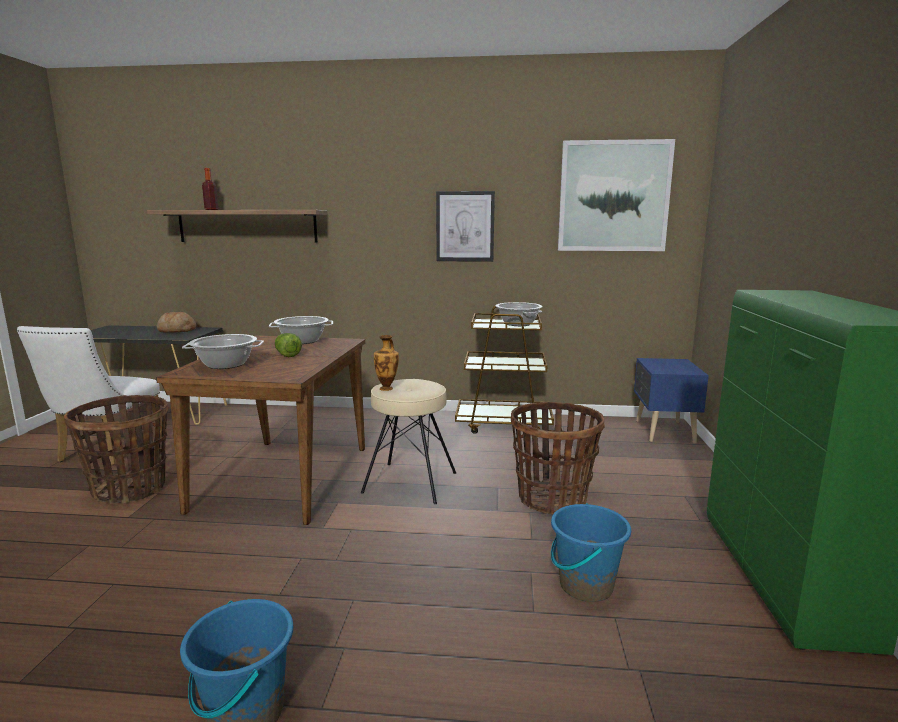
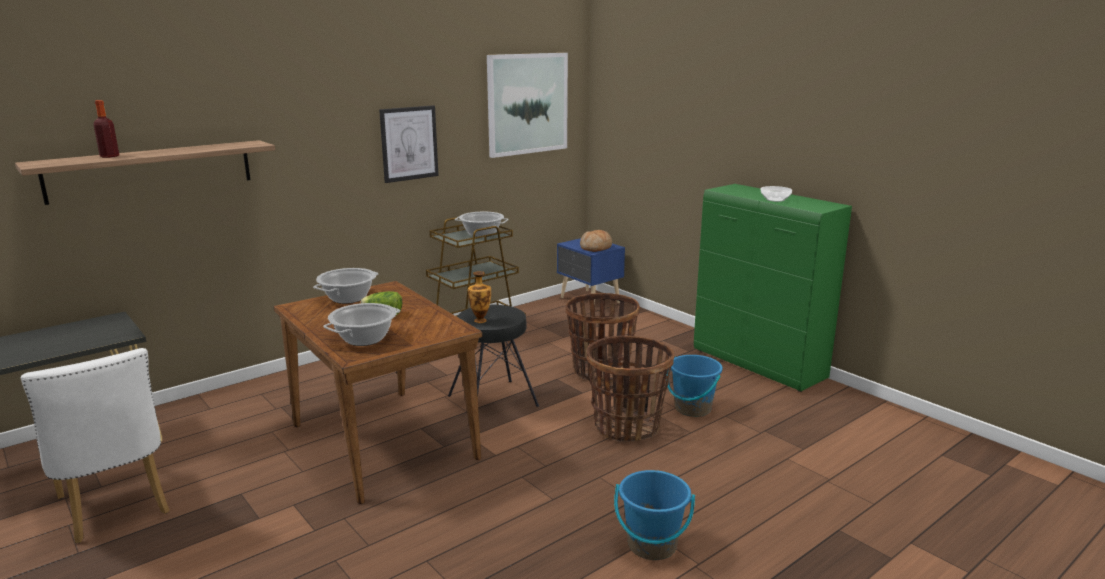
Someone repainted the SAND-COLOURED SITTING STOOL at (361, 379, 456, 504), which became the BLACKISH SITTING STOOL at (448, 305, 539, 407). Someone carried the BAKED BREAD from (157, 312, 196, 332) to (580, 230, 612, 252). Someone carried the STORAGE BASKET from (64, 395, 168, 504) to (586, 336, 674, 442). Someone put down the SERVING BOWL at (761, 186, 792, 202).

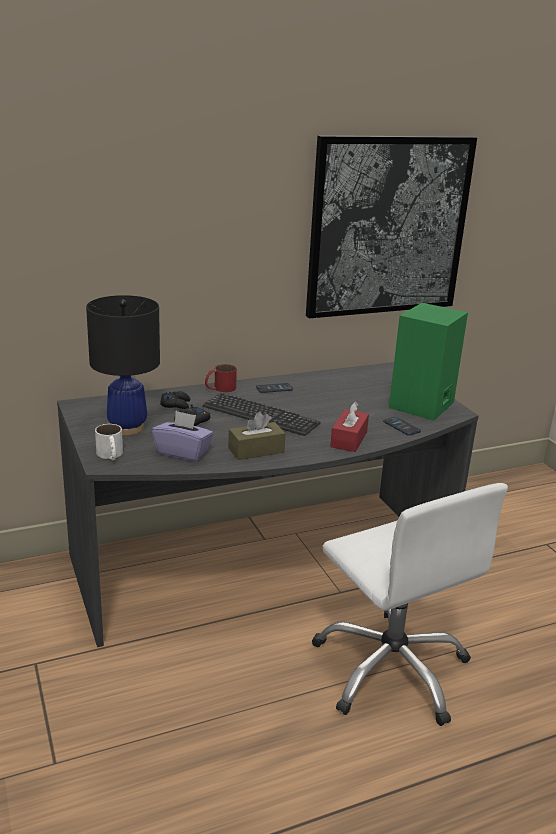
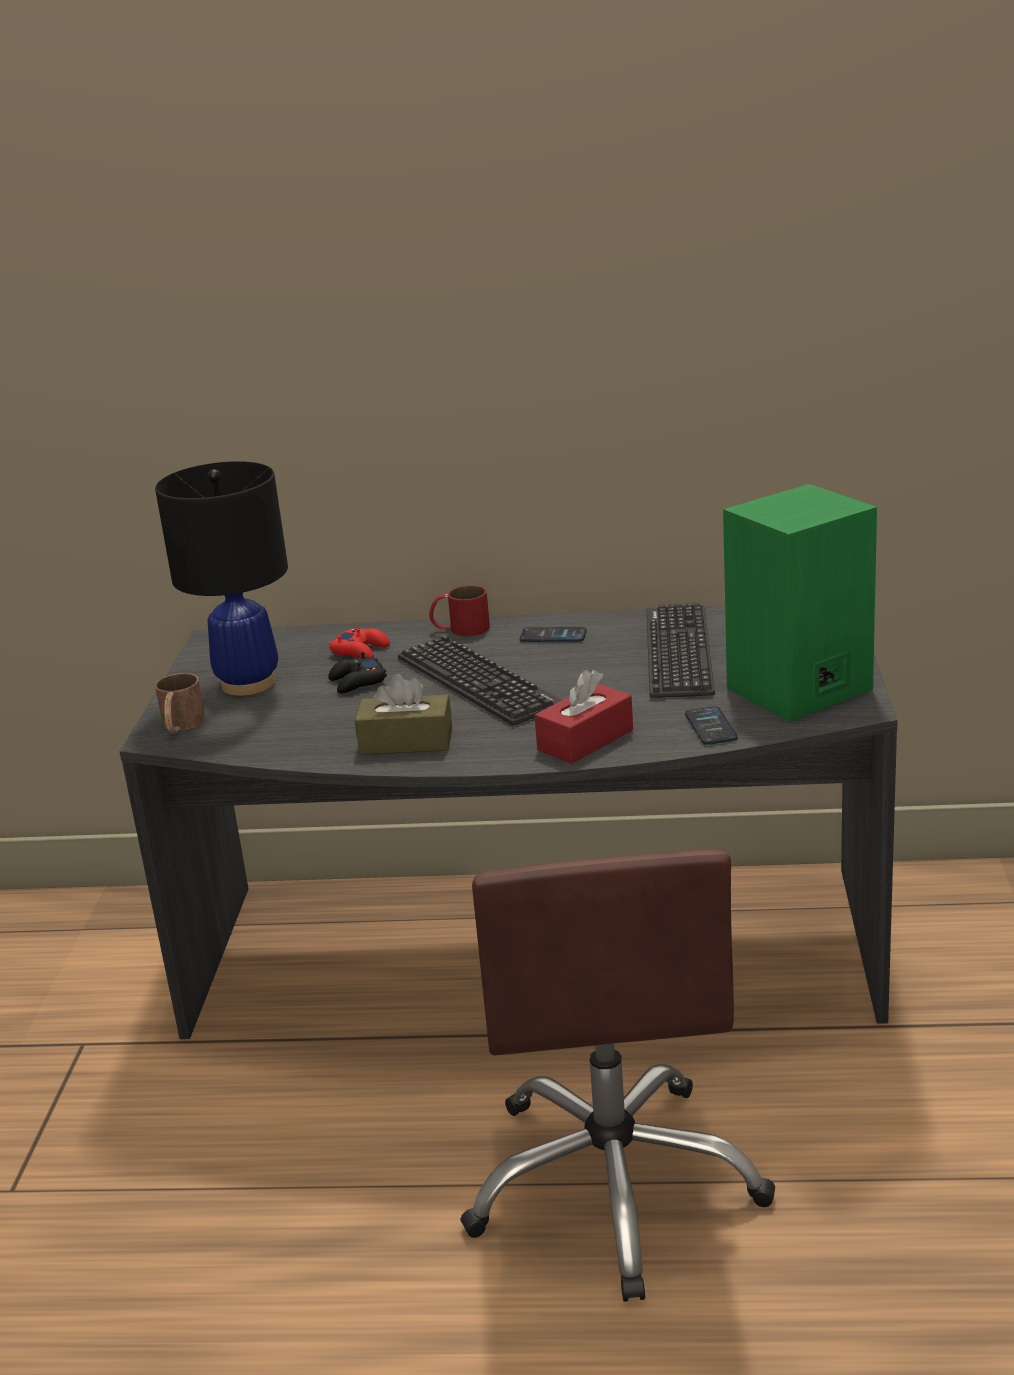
Someone repainted the WHITE-COLOURED COFFEE MUG at (95, 424, 123, 460), which became the BROWN-COLOURED COFFEE MUG at (155, 673, 205, 733). Someone repainted the BLACKISH JOYPAD at (160, 391, 190, 409), which became the RED-COLOURED JOYPAD at (329, 628, 390, 658). Someone repainted the WHITE-COLOURED DESK CHAIR at (312, 483, 508, 726), which became the BROWN-COLOURED DESK CHAIR at (460, 849, 775, 1302). Someone put down the COMPUTER KEYBOARD at (647, 603, 715, 698). Someone took away the PURPLISH TISSUE HOLDER at (152, 411, 213, 461). Someone took away the WALL ART at (306, 135, 477, 319).

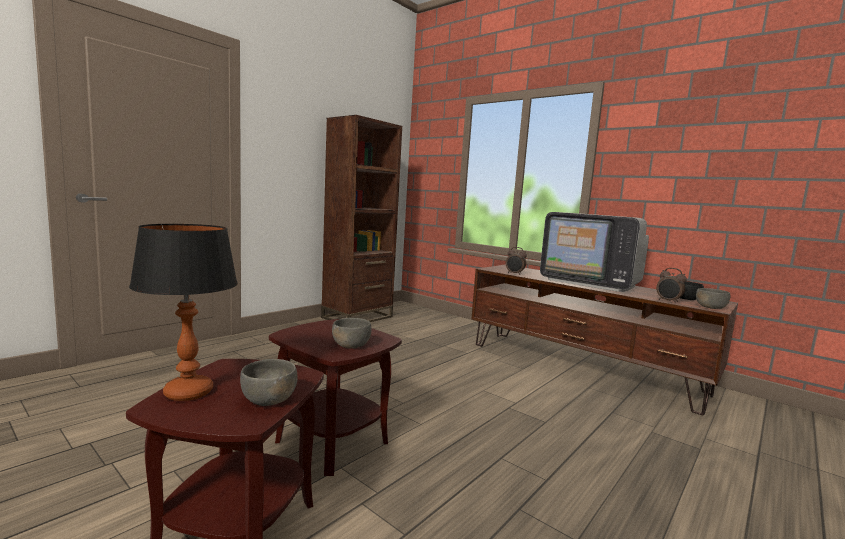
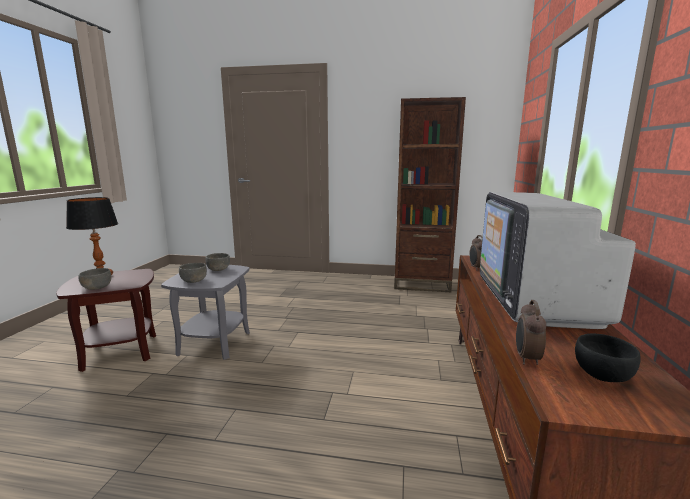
Someone repainted the BROWN-COLOURED SIDE TABLE at (269, 319, 402, 476), which became the GRAY SIDE TABLE at (161, 264, 250, 360). Someone carried the GRAY SERVING BOWL from (696, 288, 730, 309) to (205, 253, 230, 271).

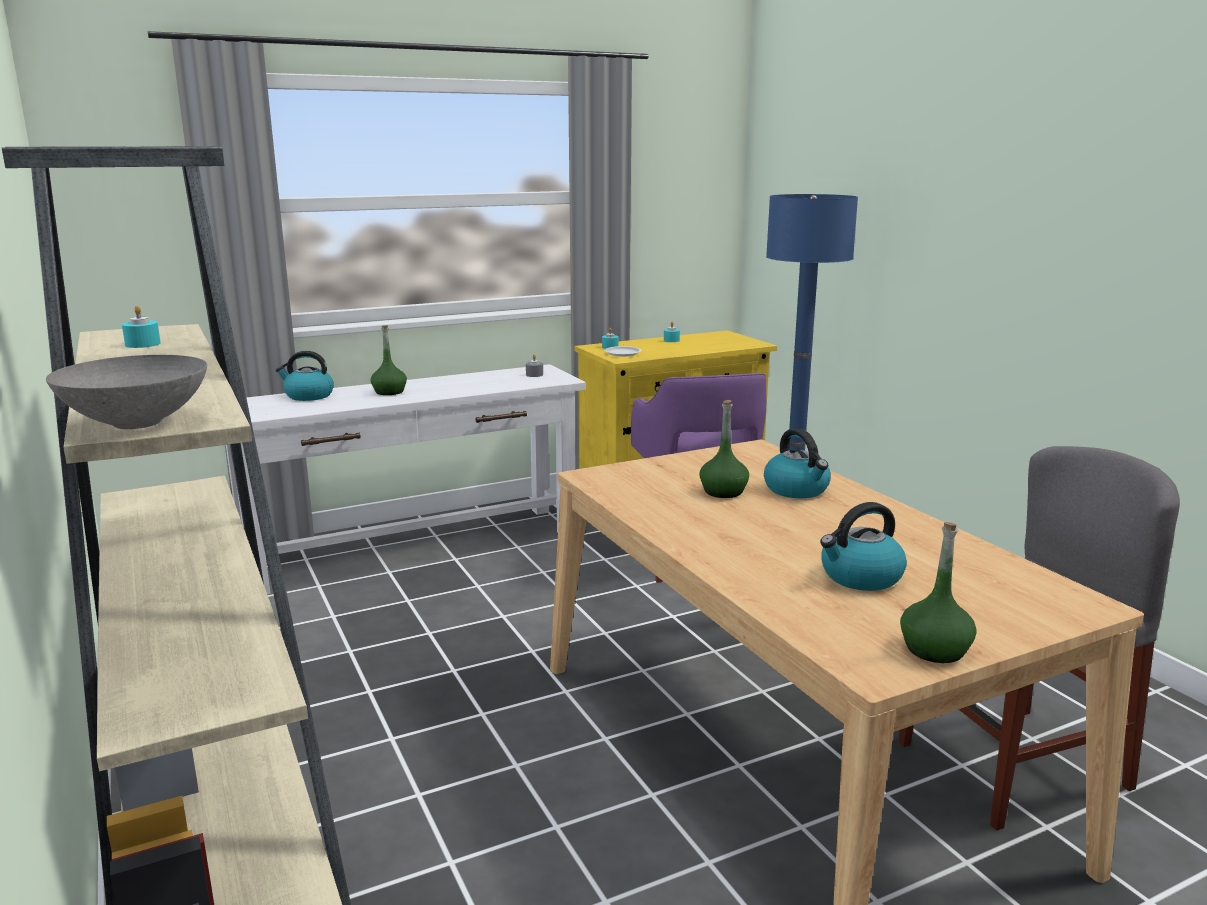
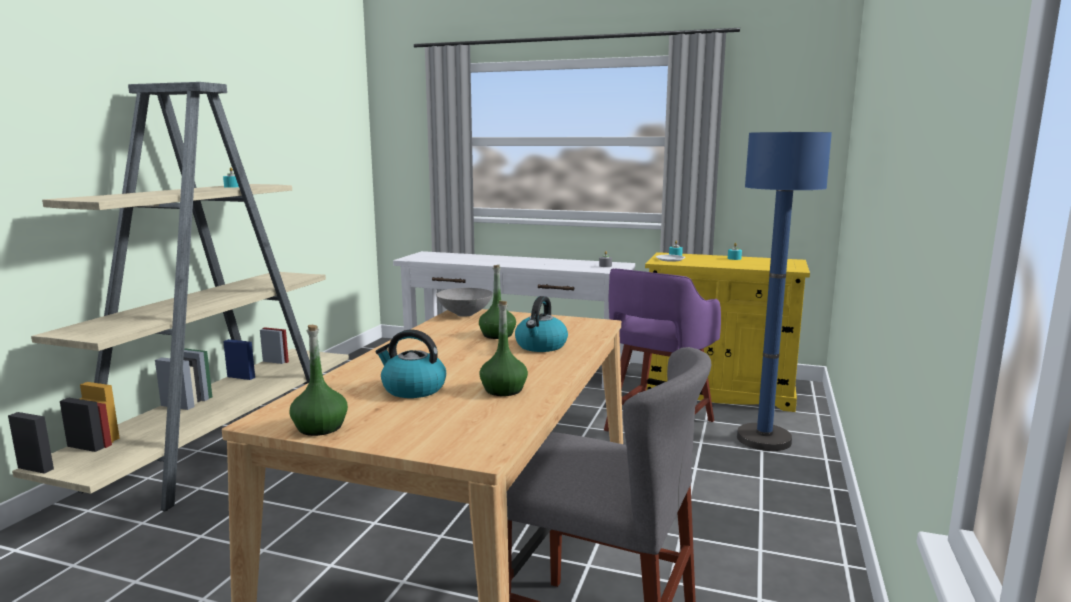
Someone carried the GRAY SERVING BOWL from (46, 355, 207, 429) to (436, 288, 493, 317). Someone carried the GREEN BOTTLE from (371, 326, 407, 395) to (479, 301, 528, 396). Someone took away the WATER KETTLE at (276, 351, 334, 401).

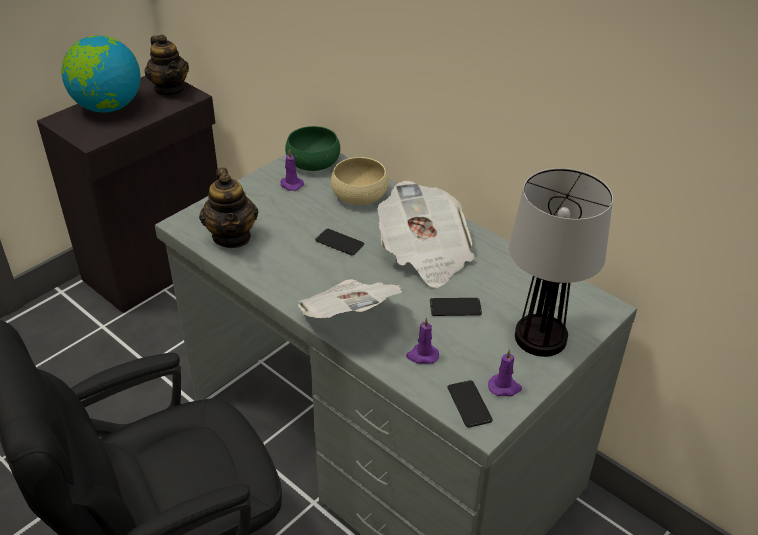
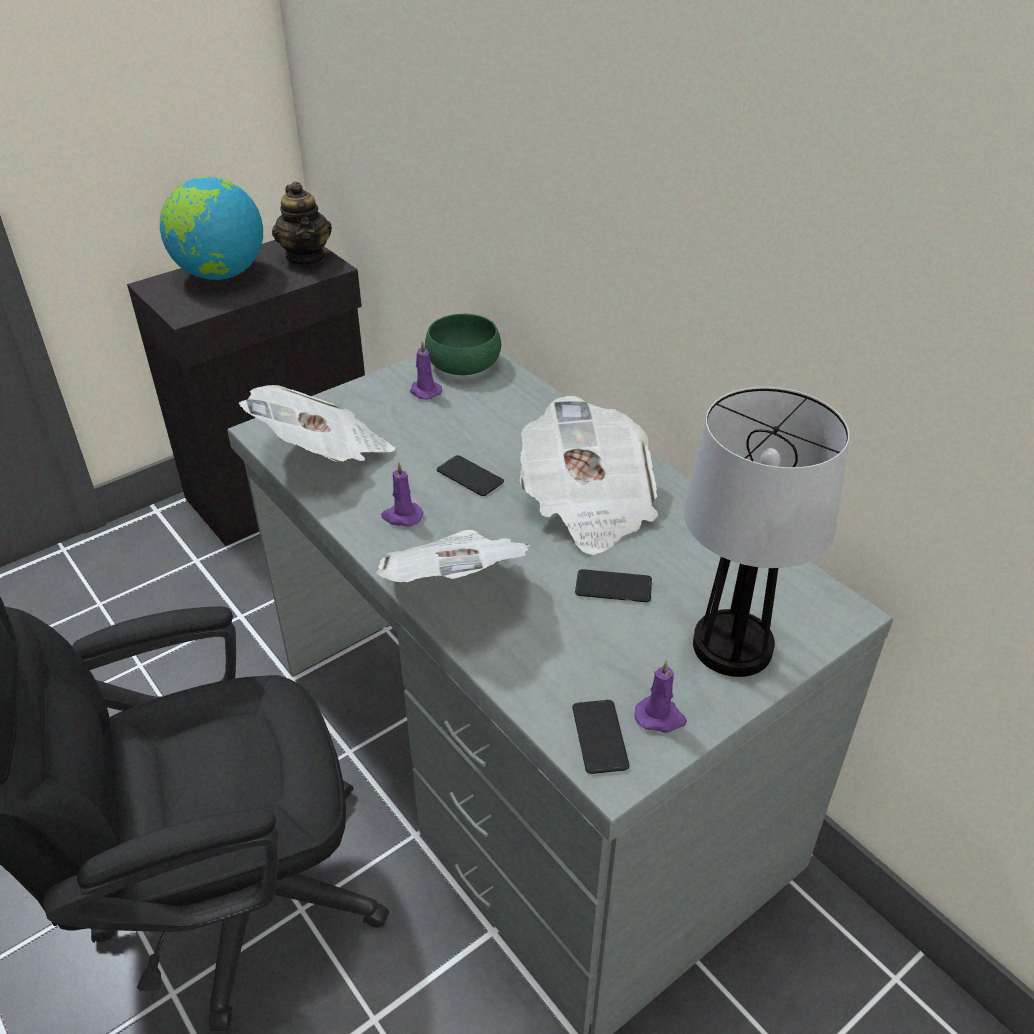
Someone swapped the TEA POT at (199, 168, 258, 248) for the DAILY PAPER at (239, 385, 395, 462). Someone carried the PURPLISH WAX CANDLE from (406, 317, 439, 364) to (381, 462, 423, 527). Someone took away the SAND-COLOURED SERVING BOWL at (331, 157, 388, 205).

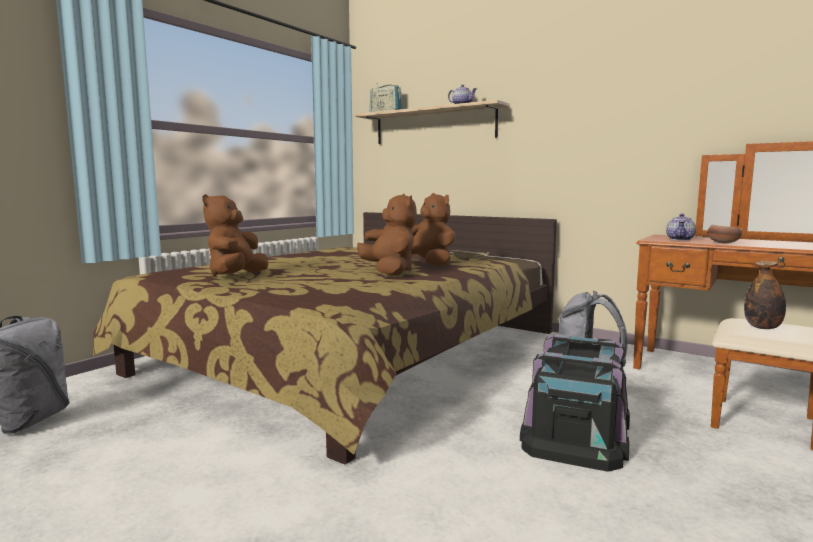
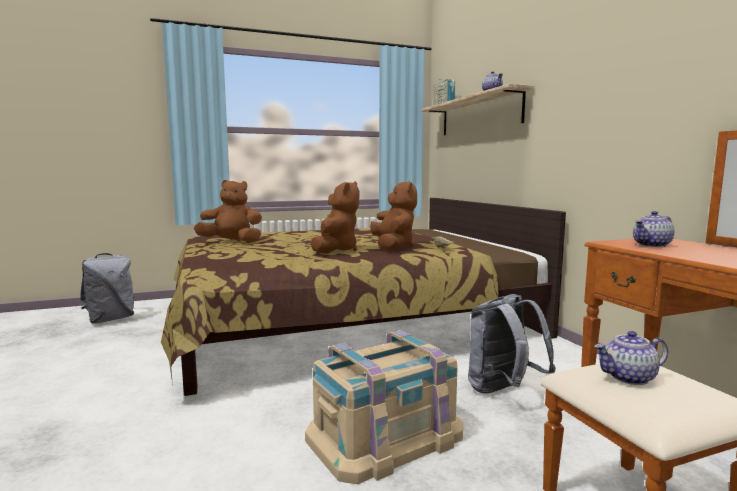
Someone rotated the BROWN-COLOURED SOFT TOY at (202, 194, 269, 276) by 45 degrees clockwise. Someone repainted the BLACKISH STORAGE BOX at (520, 334, 630, 472), which became the SAND-COLOURED STORAGE BOX at (305, 330, 463, 484). Someone swapped the BOTTLE at (744, 260, 786, 329) for the TEA POT at (594, 331, 668, 385). Someone took away the SERVING BOWL at (707, 225, 742, 243).

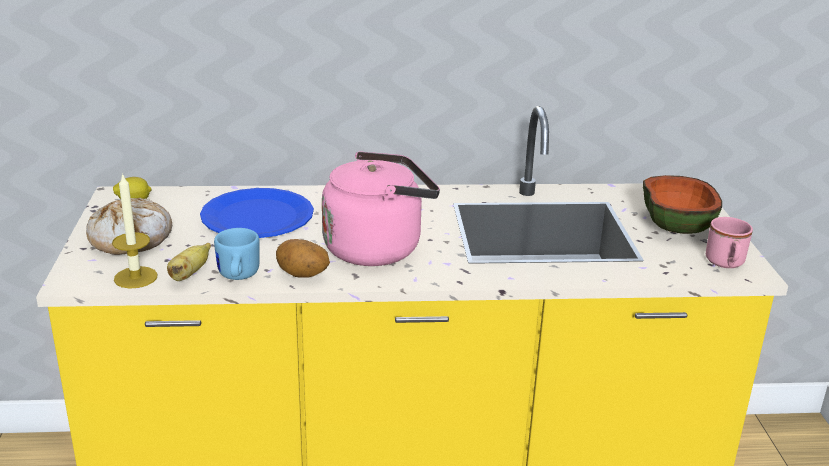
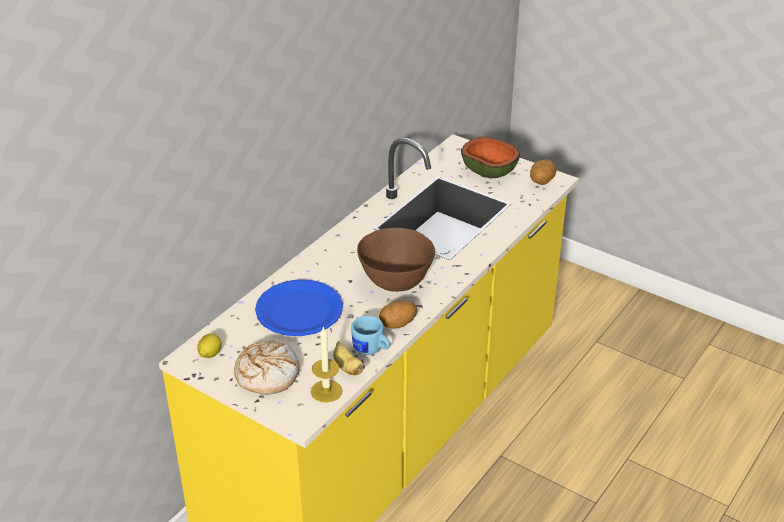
Someone swapped the PINK WATER KETTLE at (322, 151, 440, 266) for the BROWN-COLOURED SERVING BOWL at (357, 227, 435, 292). Someone swapped the PINK COFFEE MUG at (706, 217, 753, 268) for the WHOLE POTATO at (530, 159, 556, 185).

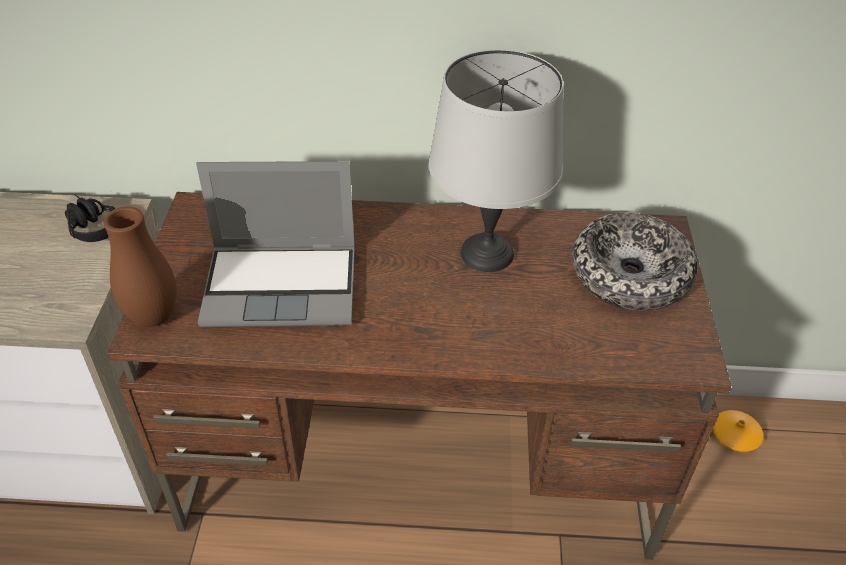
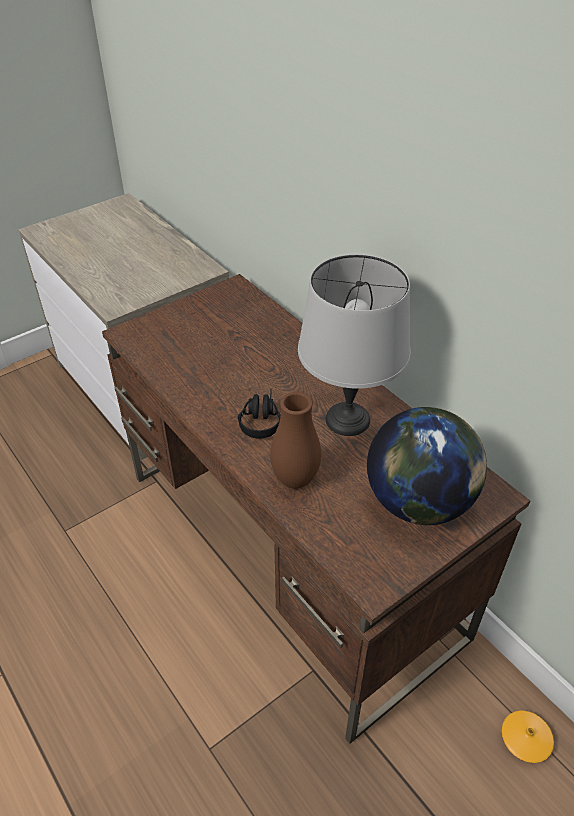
Someone carried the BLACKISH HEADSET from (65, 194, 115, 242) to (238, 388, 281, 439). Someone carried the BROWN-COLOURED VASE from (103, 207, 177, 327) to (270, 392, 321, 489). Someone swapped the SERVING BOWL at (572, 212, 697, 311) for the DESK GLOBE at (367, 407, 487, 525). Someone took away the LAPTOP at (196, 161, 355, 327).

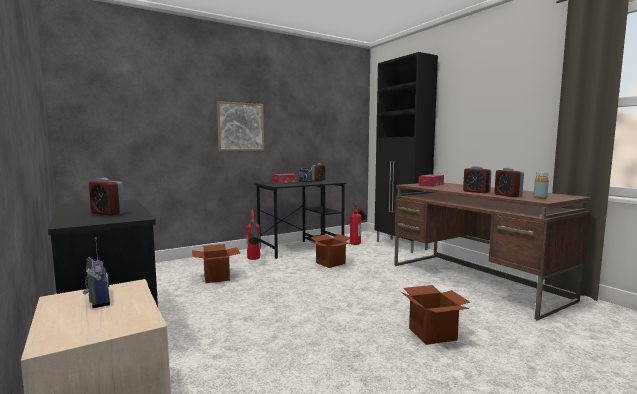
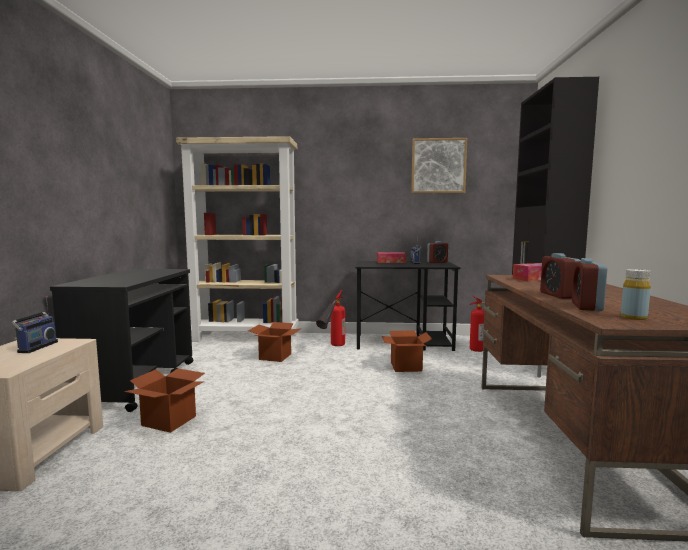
Someone carried the PACKING BOX from (401, 285, 470, 345) to (124, 368, 205, 433). Someone put down the SAND-COLOURED BOOKSHELF at (176, 136, 298, 343). Someone carried the WALL ART from (217, 101, 264, 151) to (411, 138, 467, 193). Someone took away the TABLE CLOCK at (89, 178, 125, 216).

